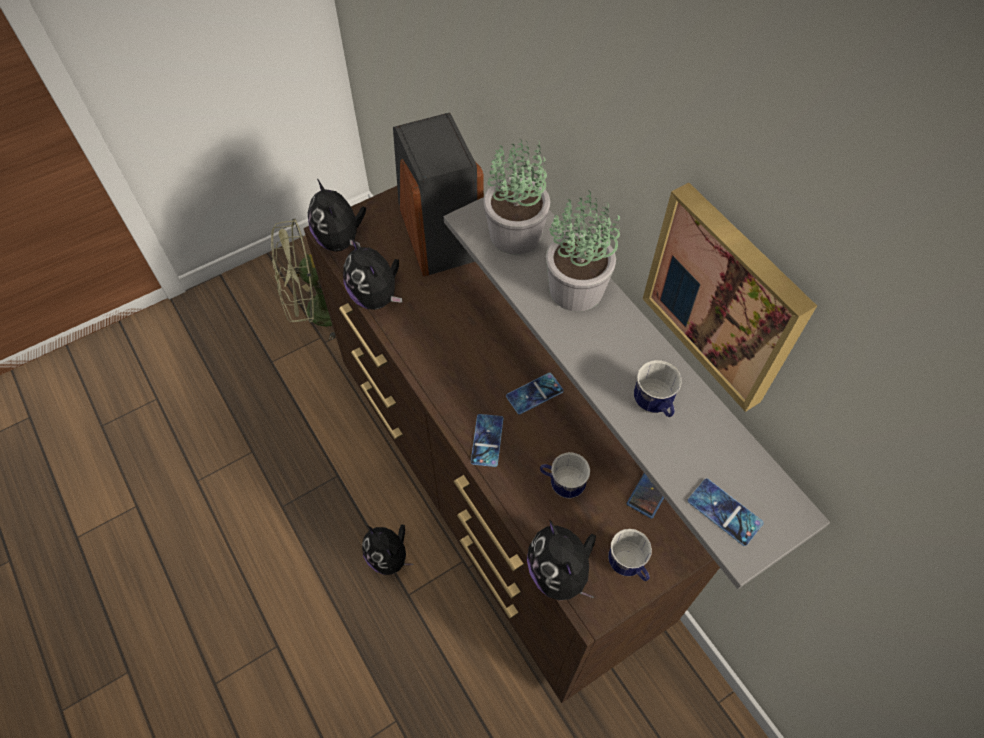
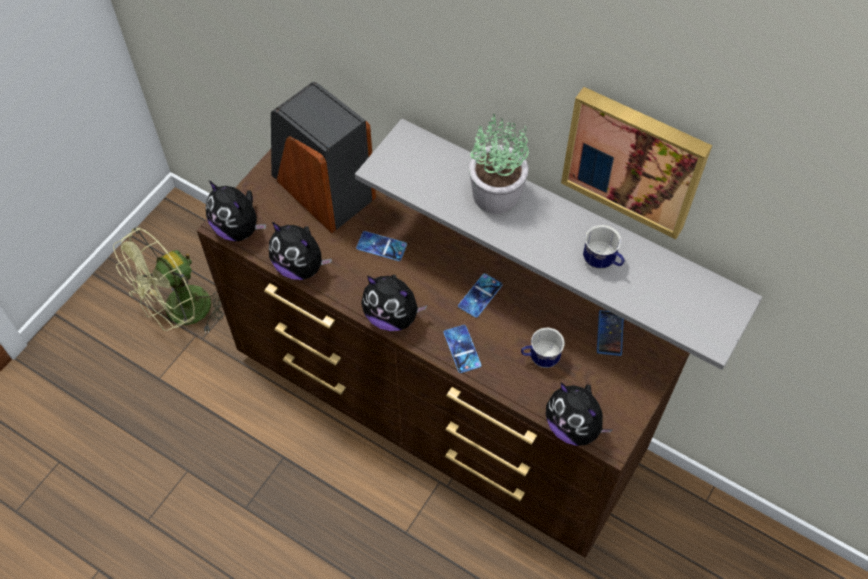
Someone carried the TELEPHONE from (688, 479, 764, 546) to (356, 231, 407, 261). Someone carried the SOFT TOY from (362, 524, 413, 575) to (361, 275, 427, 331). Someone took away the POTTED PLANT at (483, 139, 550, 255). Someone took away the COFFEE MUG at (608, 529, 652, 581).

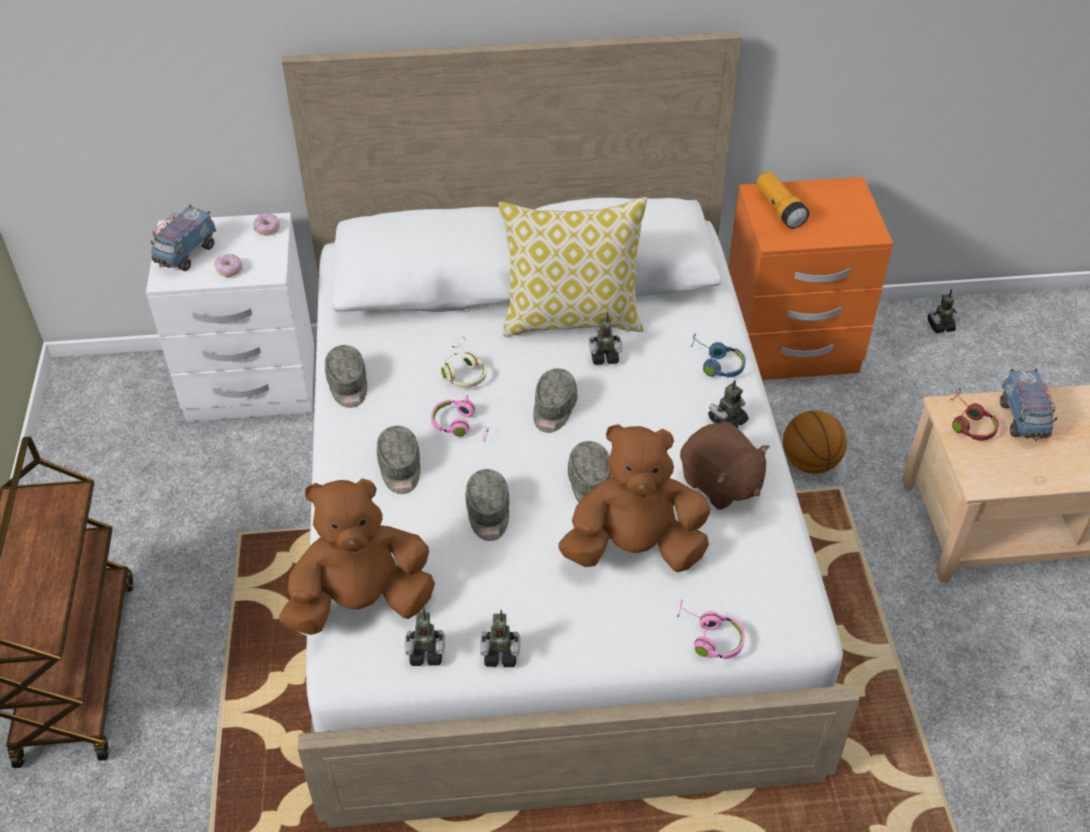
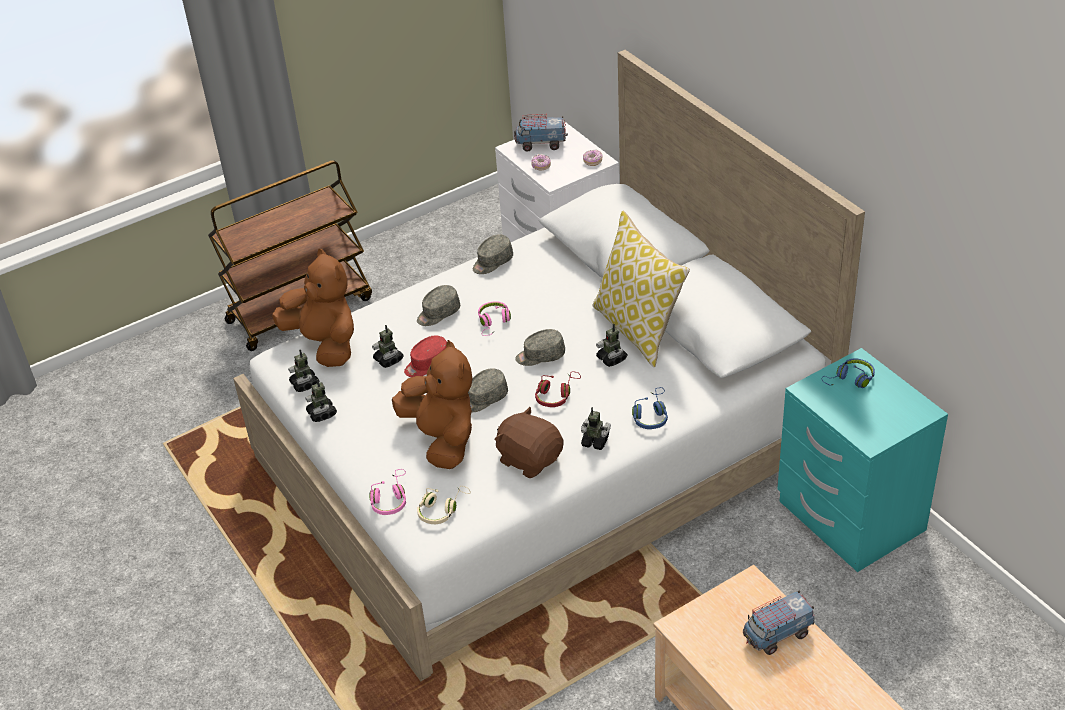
Someone carried the MODEL ROBOT from (928, 289, 960, 333) to (372, 325, 404, 368). Someone repainted the GRAY PEAKED CAP at (465, 469, 509, 541), which became the RED-COLOURED PEAKED CAP at (404, 335, 447, 377). Someone carried the SAND-COLOURED HEADSET from (441, 336, 486, 388) to (417, 486, 471, 524). Someone rotated the BROWN-COLOURED SOFT TOY at (680, 422, 770, 510) by 105 degrees clockwise. Someone carried the RED-COLOURED HEADSET from (951, 388, 999, 440) to (535, 371, 581, 407). Someone repainted the ORANGE BEDSIDE TABLE at (728, 177, 893, 380), which became the TURQUOISE-COLOURED BEDSIDE TABLE at (777, 348, 948, 572). Someone swapped the HAND TORCH at (757, 172, 809, 229) for the BLUE-COLOURED HEADSET at (822, 358, 875, 388). Someone took away the BASKETBALL BALL at (783, 410, 847, 474).

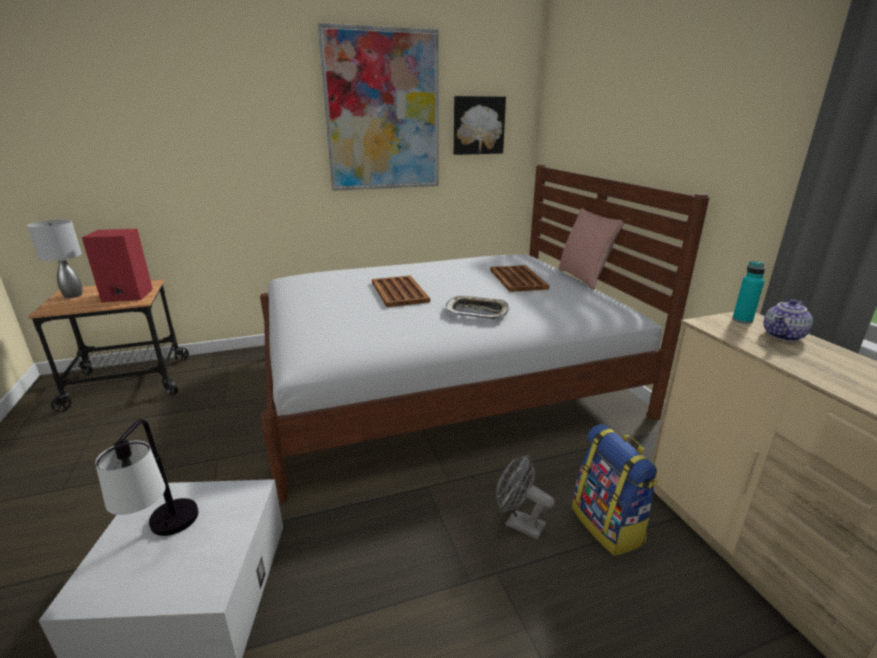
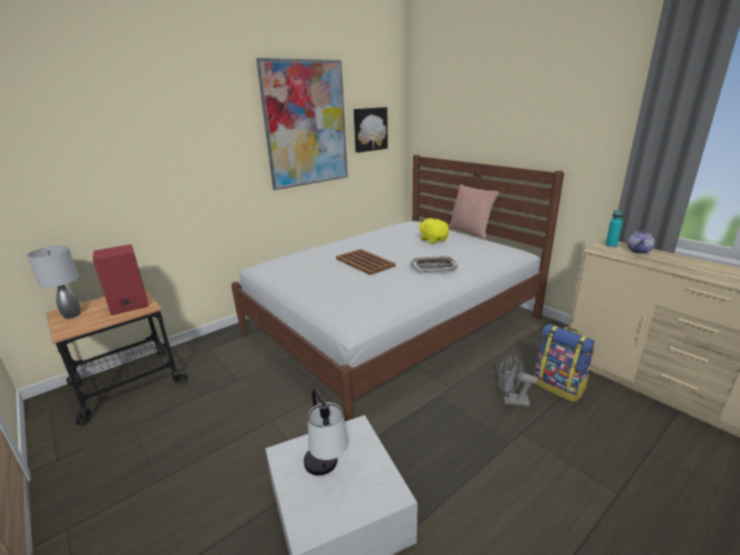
Someone swapped the BROWN-COLOURED SERVING TRAY at (490, 265, 550, 292) for the YELLOW SOFT TOY at (419, 218, 449, 244).

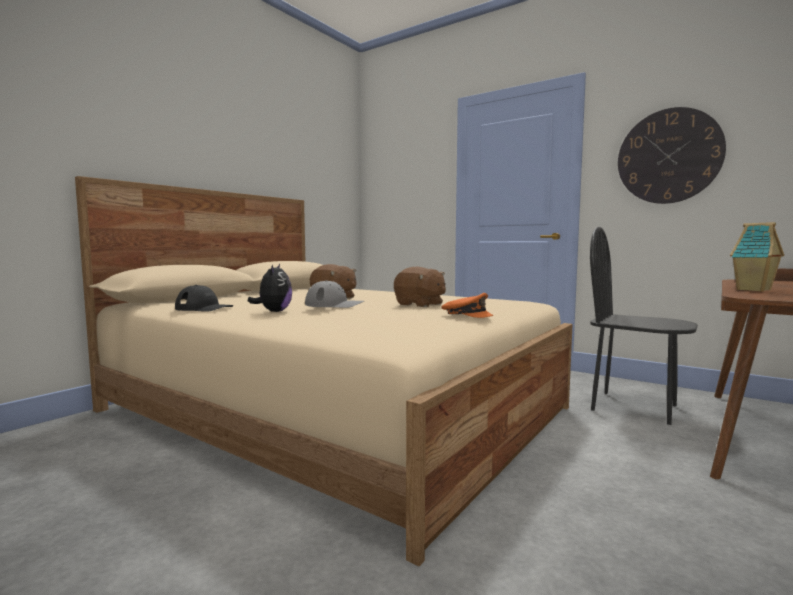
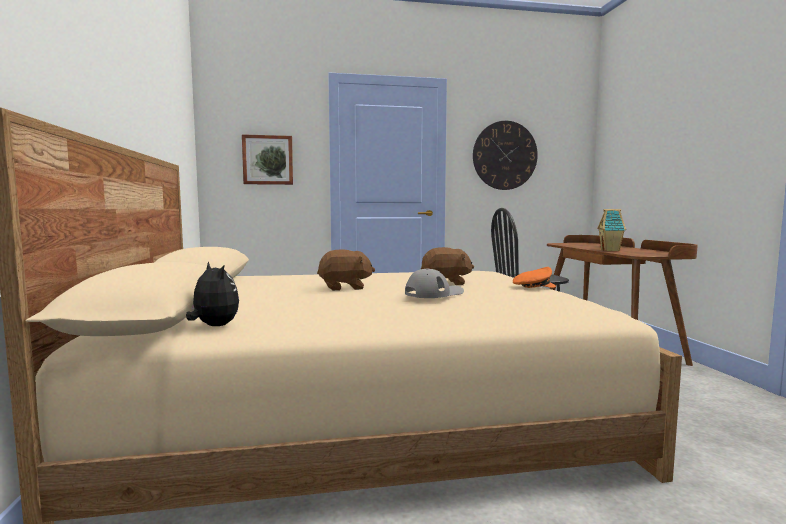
Someone carried the SOFT TOY from (248, 264, 292, 312) to (186, 261, 239, 326). Someone put up the WALL ART at (242, 134, 293, 185). Someone took away the BLACKISH PEAKED CAP at (175, 285, 233, 312).

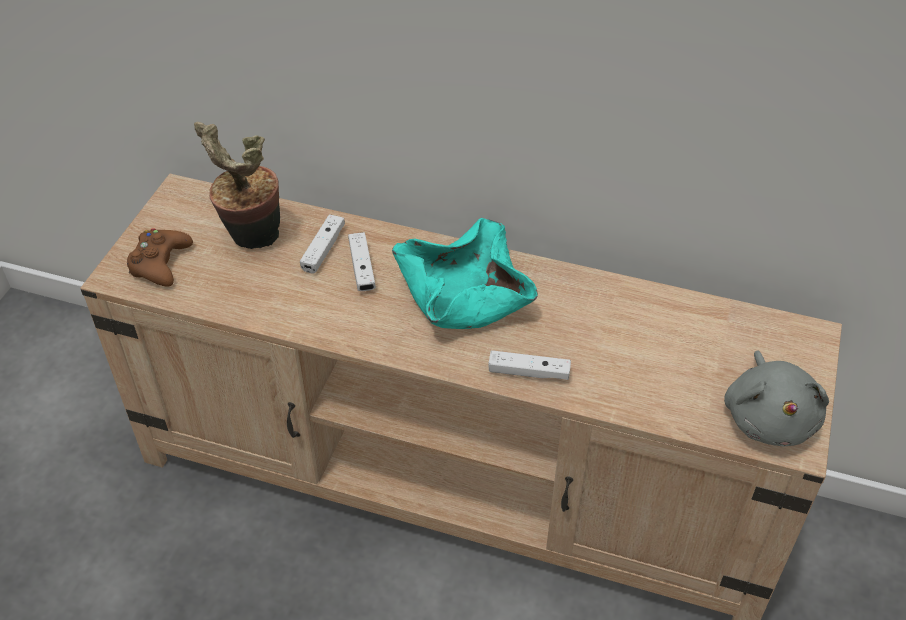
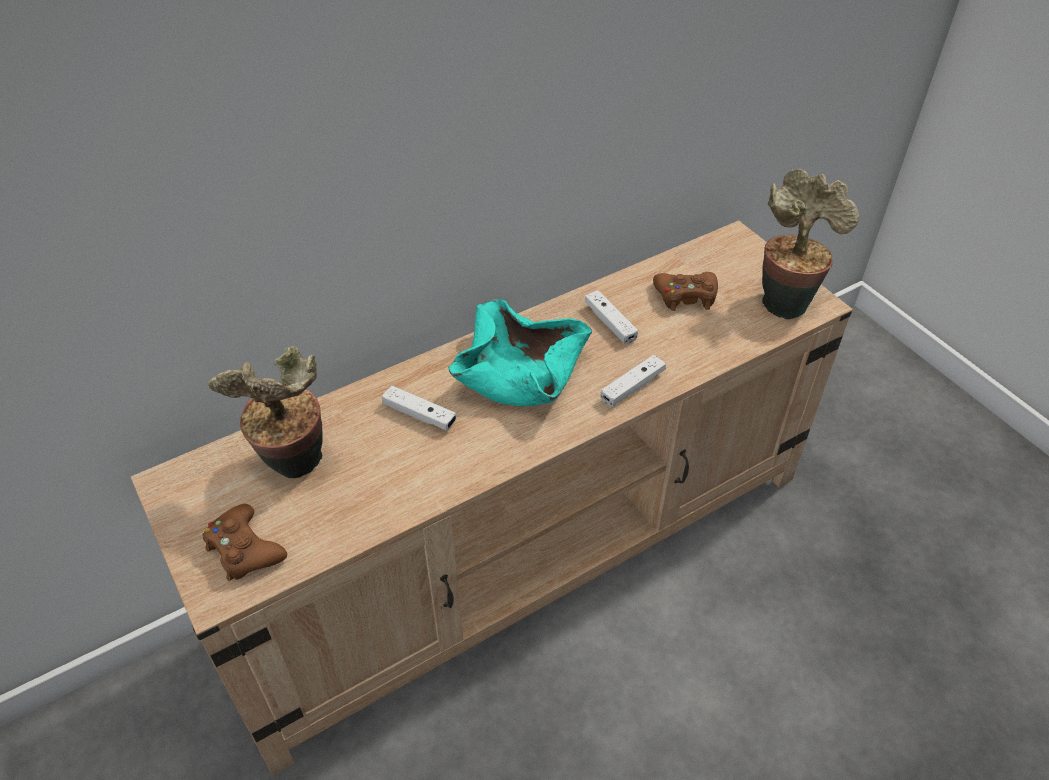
Someone carried the WHITE-COLOURED JOYPAD from (300, 214, 345, 274) to (585, 290, 638, 345). Someone put down the BROWN-COLOURED JOYPAD at (653, 272, 718, 311). Someone swapped the GRAY SOFT TOY at (724, 350, 829, 447) for the POTTED PLANT at (762, 168, 859, 319).

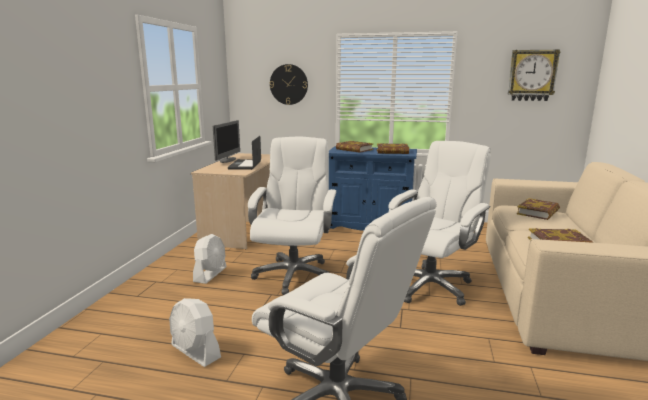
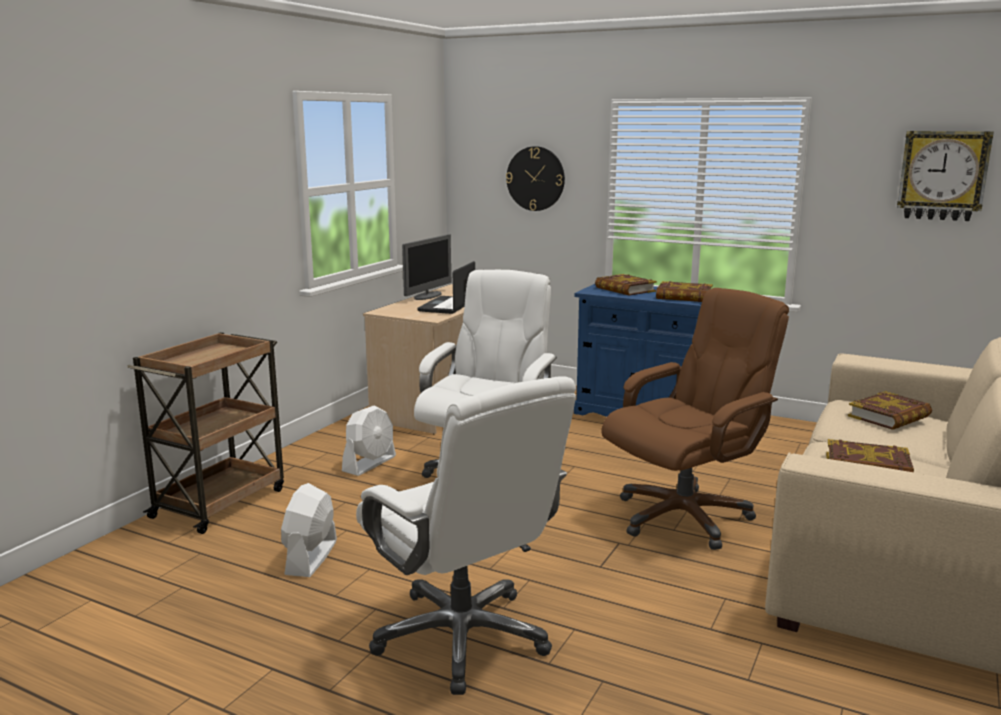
Someone put down the BROWN-COLOURED TROLLEY at (127, 332, 284, 534). Someone rotated the WHITE-COLOURED ELECTRIC FAN at (169, 298, 221, 367) by 45 degrees clockwise. Someone repainted the WHITE-COLOURED DESK CHAIR at (388, 141, 491, 306), which became the BROWN-COLOURED DESK CHAIR at (601, 288, 789, 550).

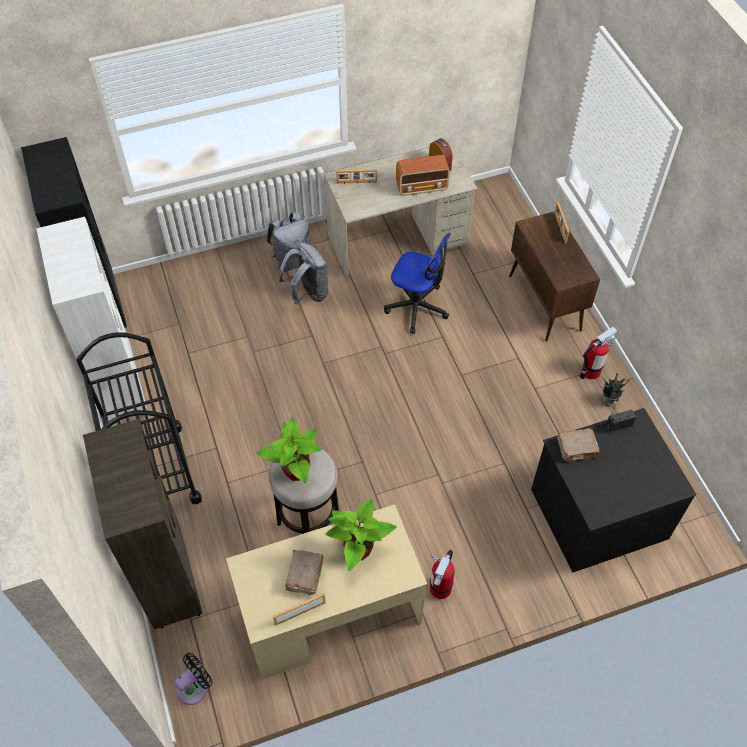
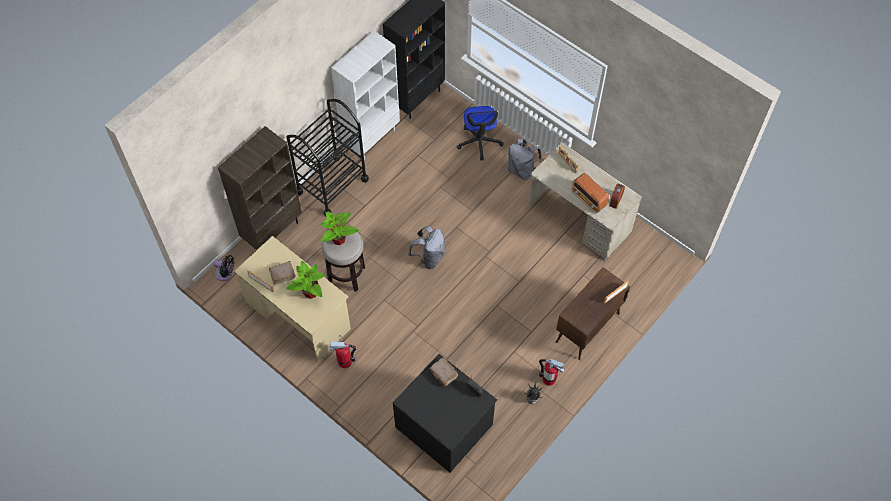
Someone carried the GRAY RUCKSACK from (279, 243, 329, 304) to (408, 226, 445, 269). Someone carried the DESK CHAIR from (384, 233, 451, 334) to (457, 106, 504, 160).

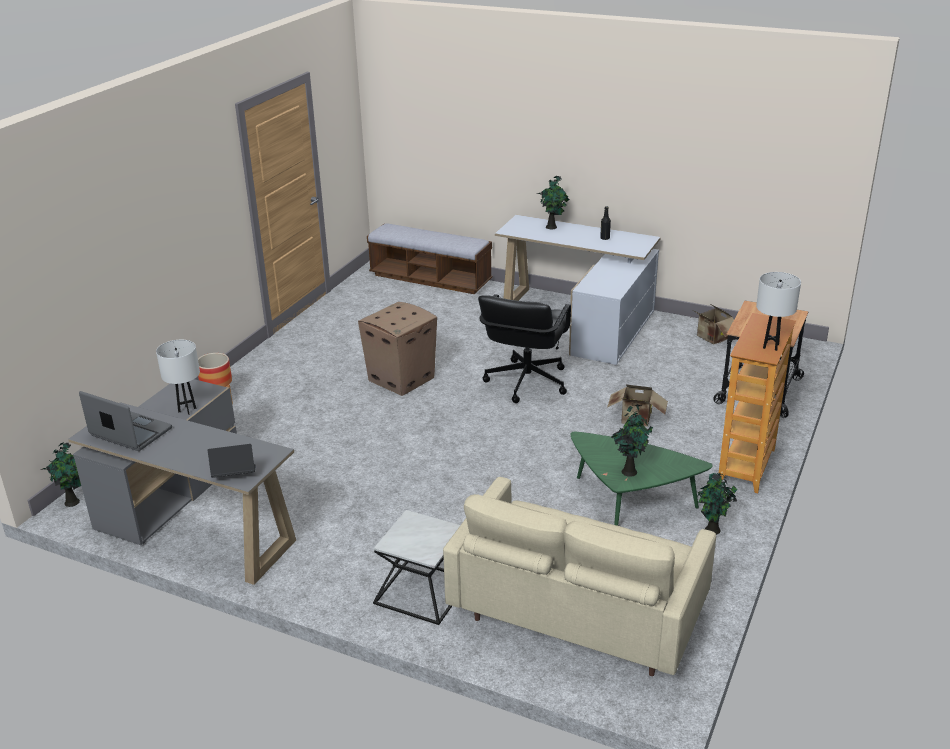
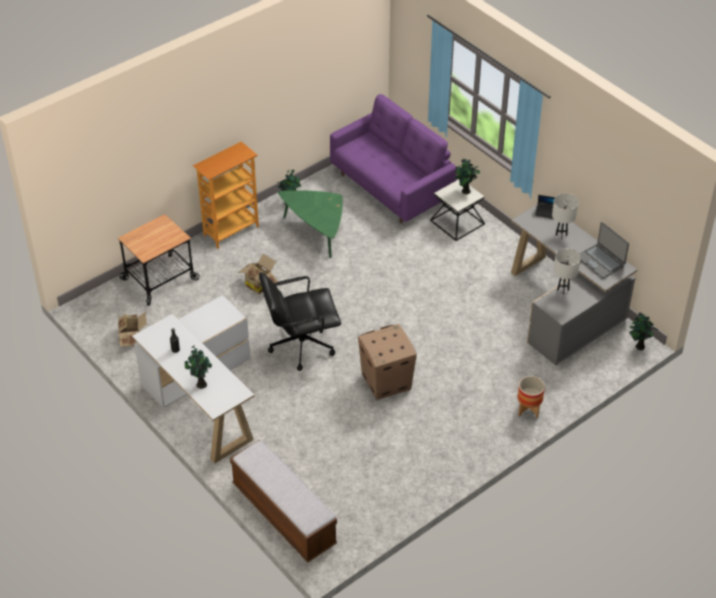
Someone rotated the BLACKISH DESK CHAIR at (478, 294, 571, 403) by 150 degrees counterclockwise. Someone repainted the SAND-COLOURED COUCH at (443, 477, 716, 676), which became the PURPLISH COUCH at (330, 94, 457, 223). Someone carried the POTTED PLANT from (612, 404, 653, 477) to (454, 159, 480, 194). Someone carried the WHITE-COLOURED TABLE LAMP from (756, 272, 801, 351) to (552, 194, 578, 239).

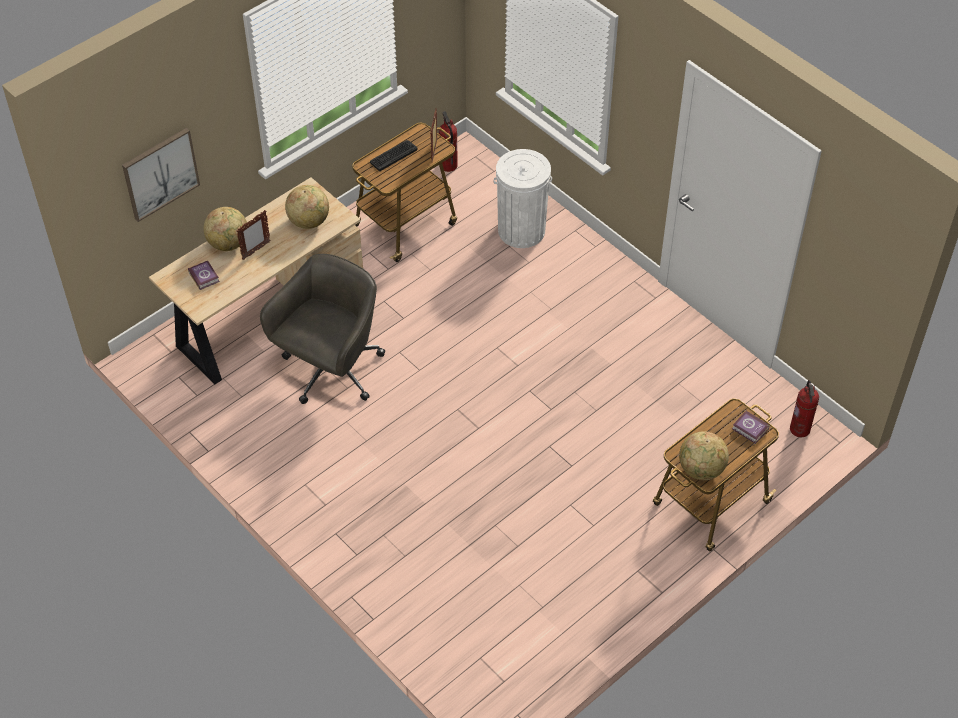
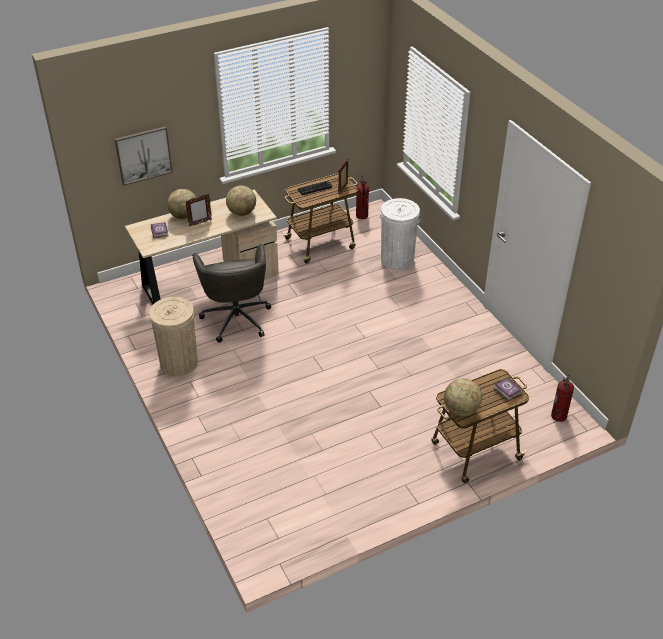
Someone put down the SAND-COLOURED RUBBISH BIN at (149, 297, 198, 376). Someone rotated the GRAY DESK CHAIR at (260, 254, 385, 404) by 120 degrees clockwise.

